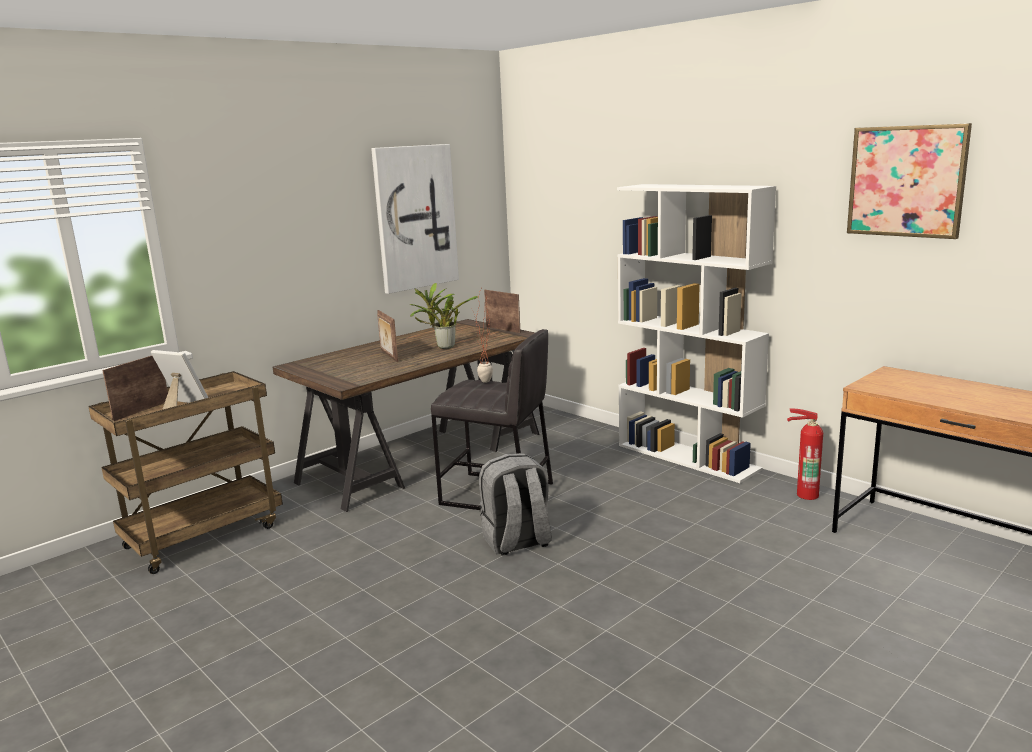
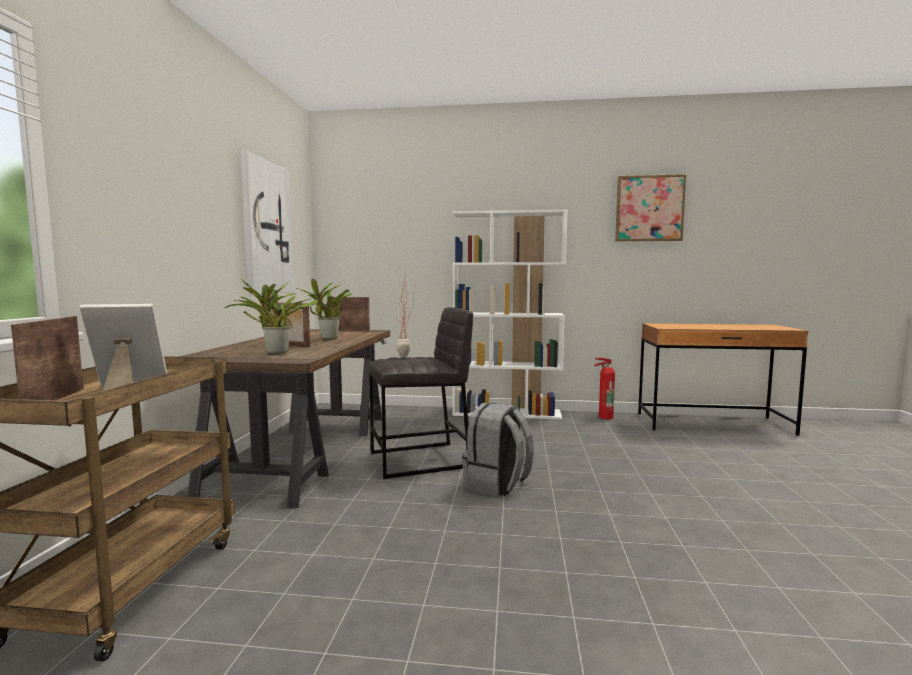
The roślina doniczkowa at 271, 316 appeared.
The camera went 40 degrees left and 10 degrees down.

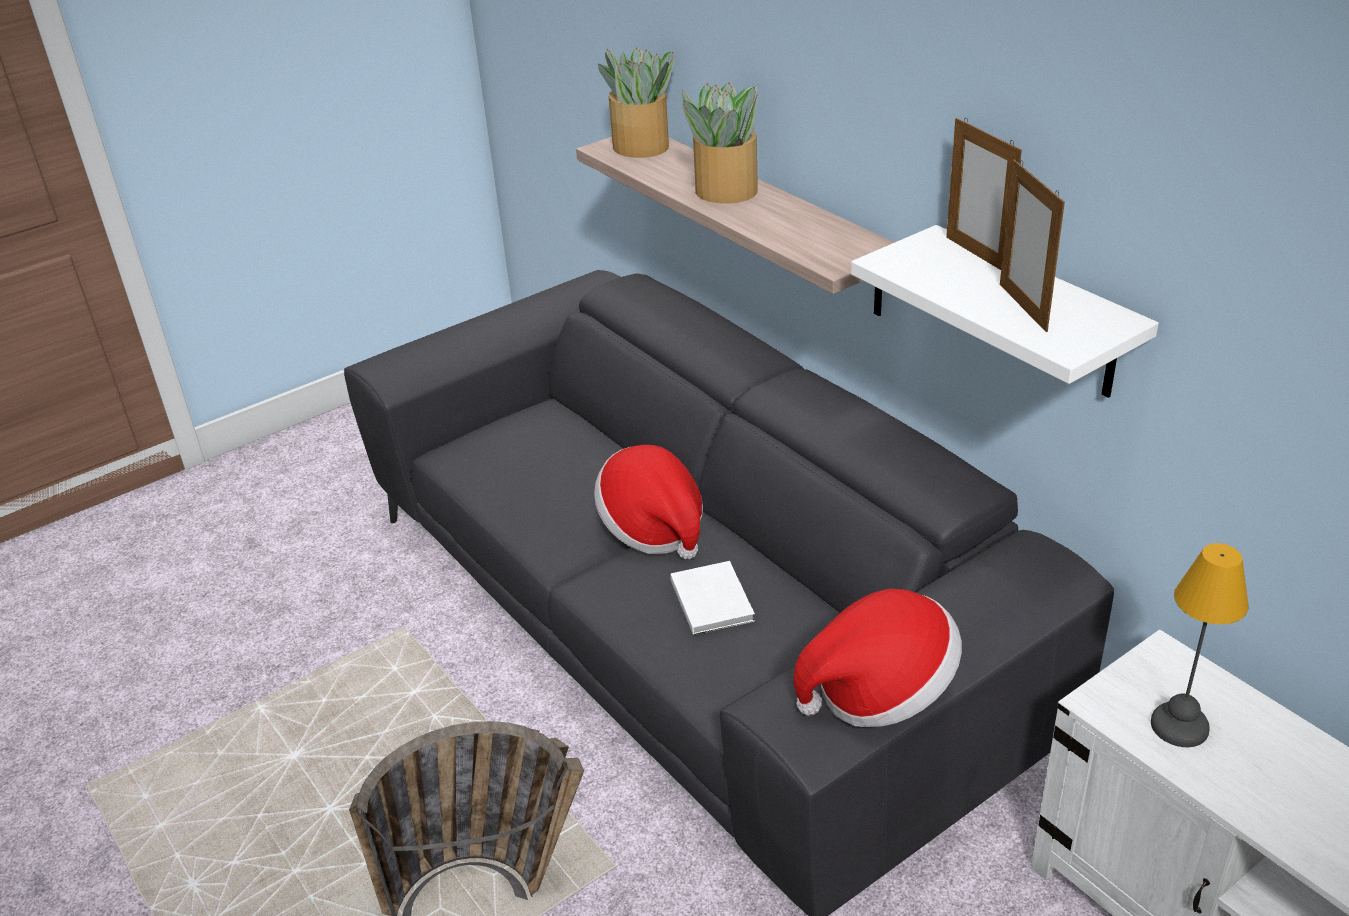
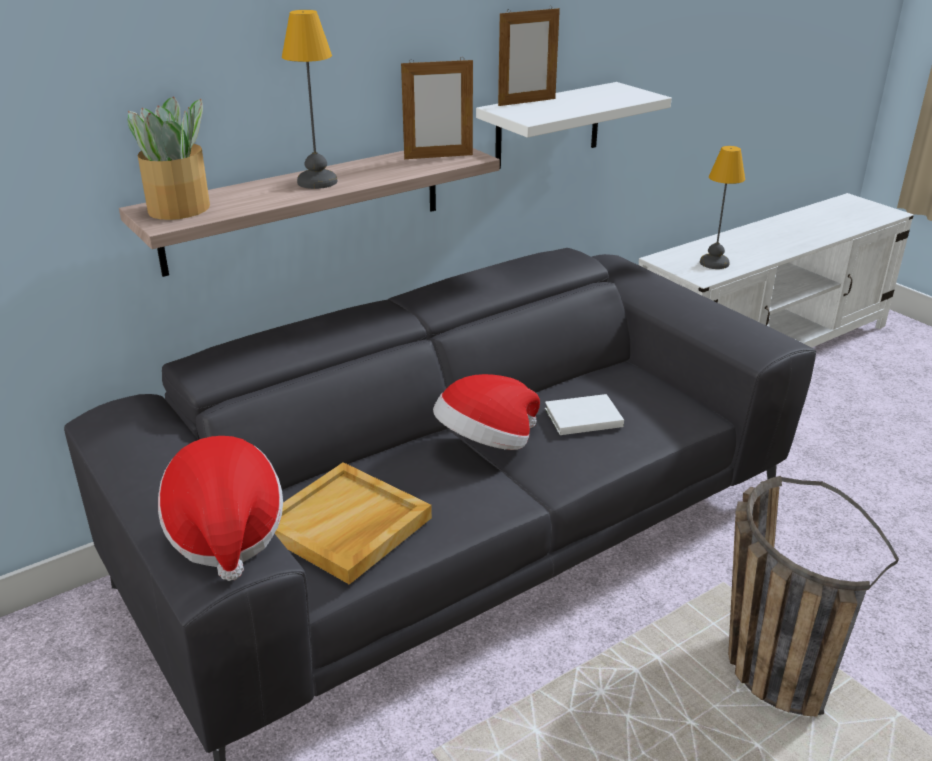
The taca [beżowy] at 353, 523 appeared.
The kapelusz moved from 878, 658 to 220, 508.
The ramka na zdjęcie moved from 1032, 246 to 437, 108.
The roślina doniczkowa at 720, 143 was replaced by the lampa stołowa at 309, 99.
The camera went 90 degrees left and 5 degrees down.

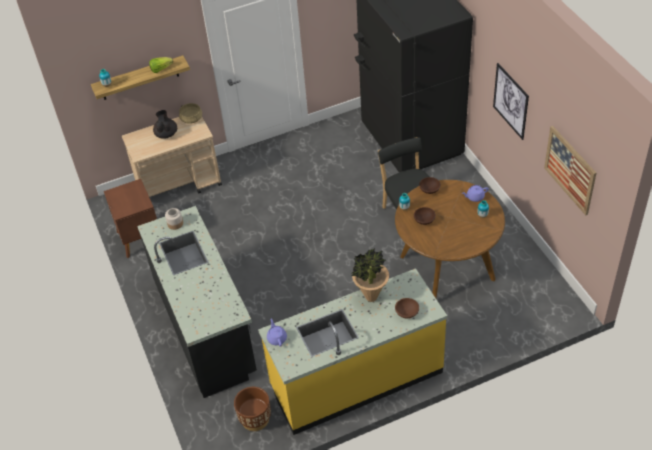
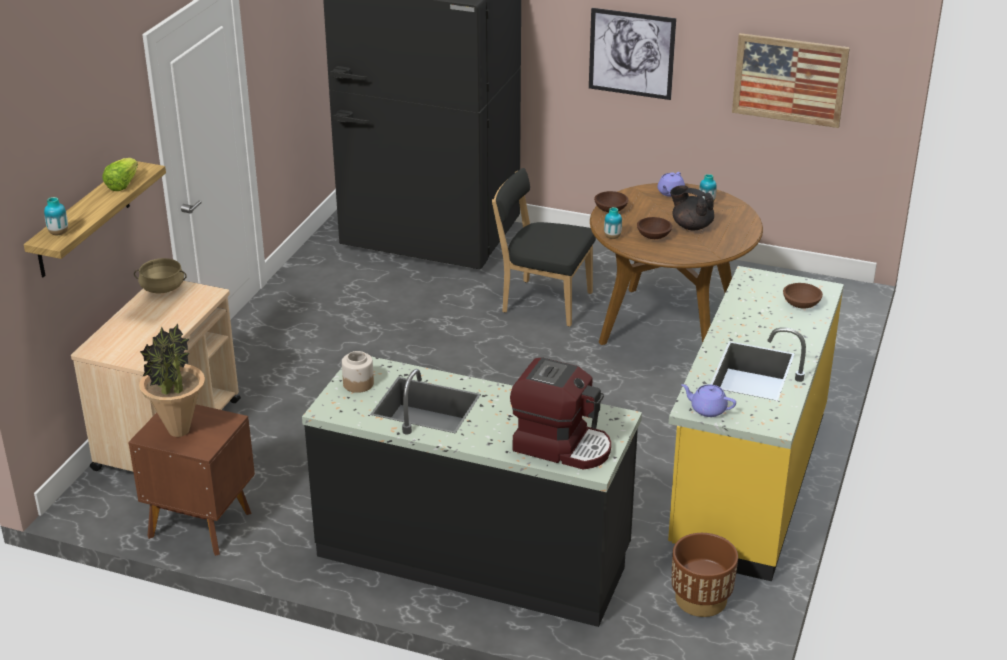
The ekspres do kawy at 560, 413 appeared.
The imbryk [czarny] moved from 165, 124 to 692, 207.
The roślina doniczkowa moved from 370, 275 to 172, 380.
The camera went 50 degrees left and 15 degrees down.

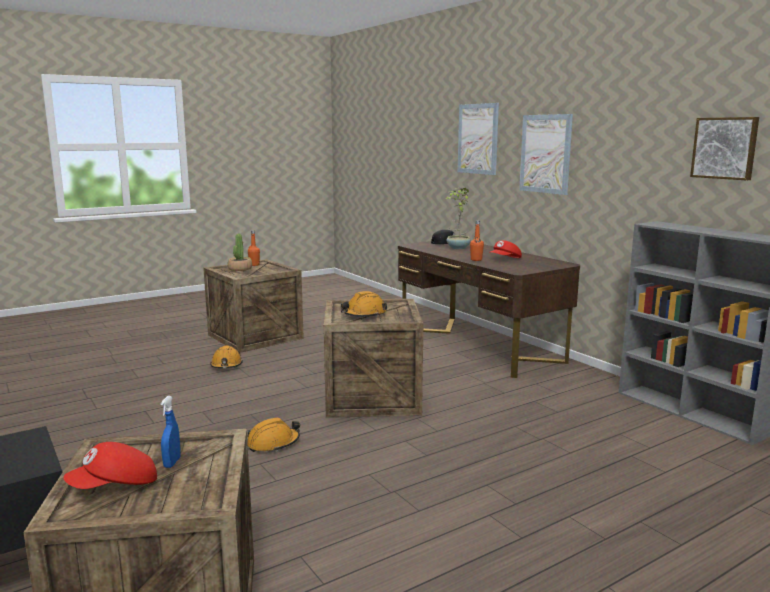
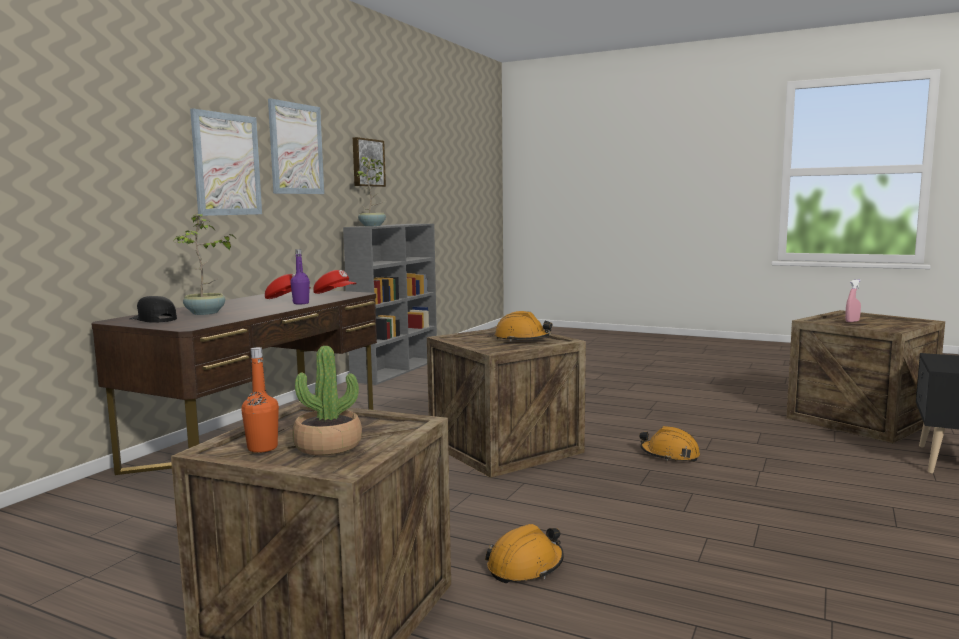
The roślina doniczkowa at 370, 191 appeared.
The czapka z daszkiem [czerwony] moved from 110, 465 to 335, 282.
The obraz moved from 478, 139 to 296, 146.
The spryskiwacz [niebieski] at 171, 432 became the spryskiwacz [różowy] at 853, 300.
The butelka [pomarańczowy] at 477, 240 became the butelka [fioletowy] at 300, 276.
The camera went 120 degrees left and 5 degrees down.

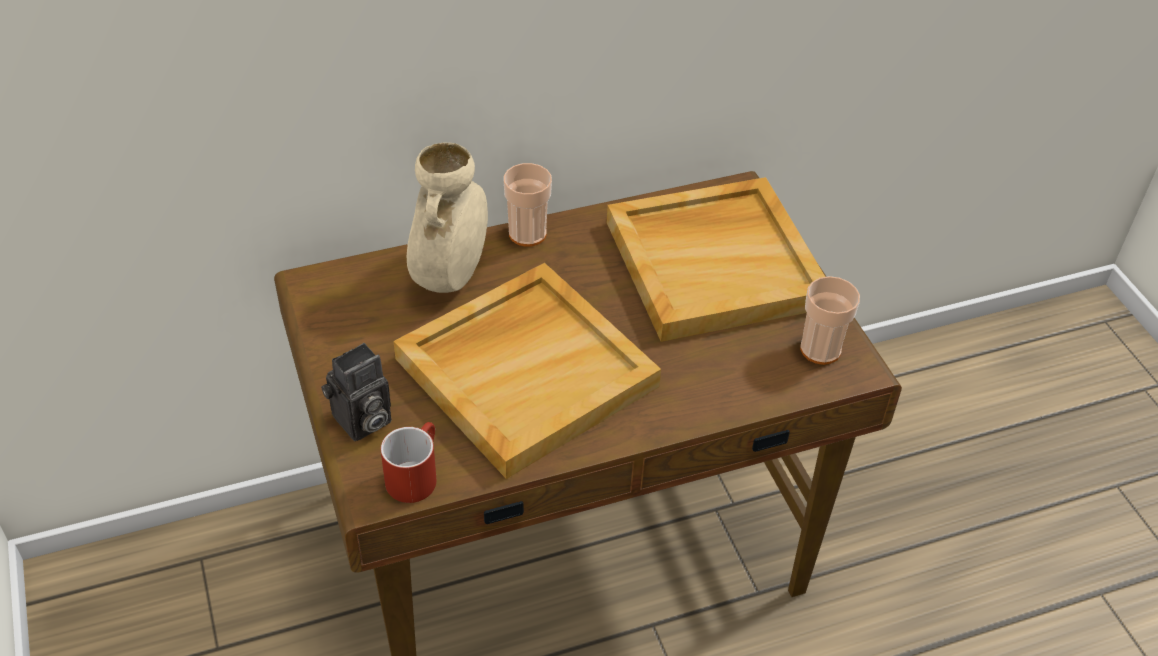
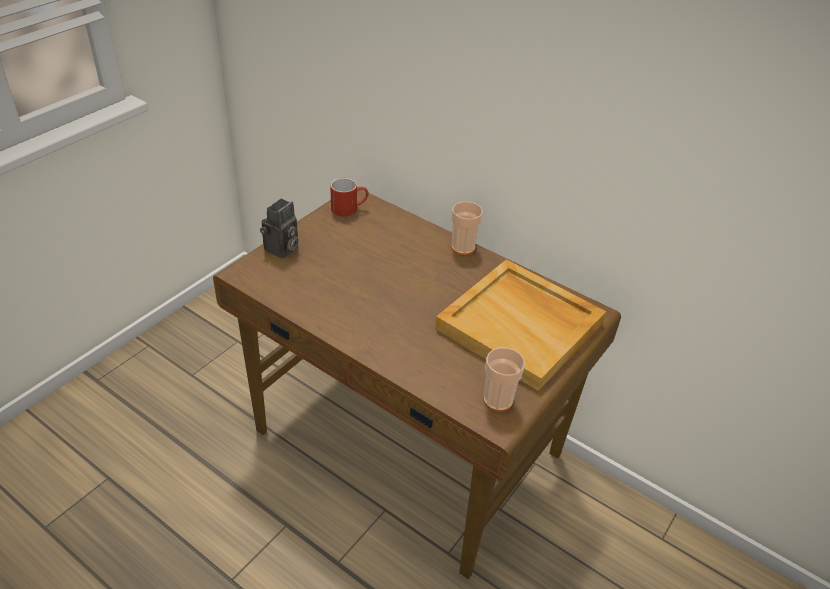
The taca [beżowy] at 527, 371 disappeared.
The wazon [beżowy] at 447, 217 disappeared.
The kubek [czerwony] moved from 409, 462 to 349, 197.
The aparat fotograficzny at 356, 392 turned 75 degrees counterclockwise.
The camera went 55 degrees right and 5 degrees down.

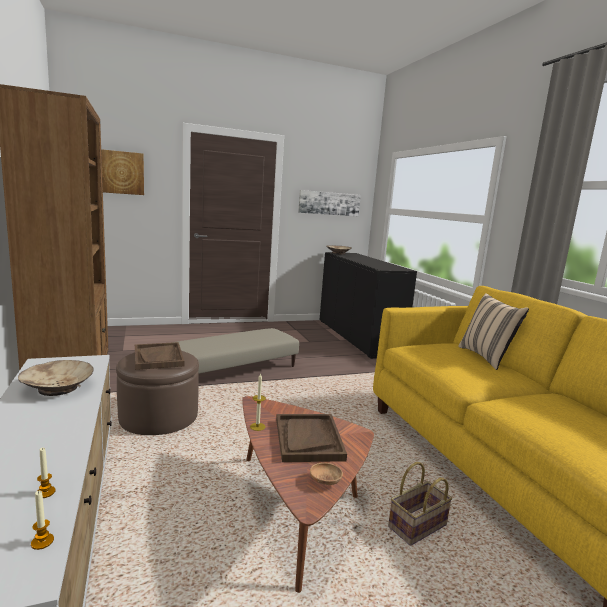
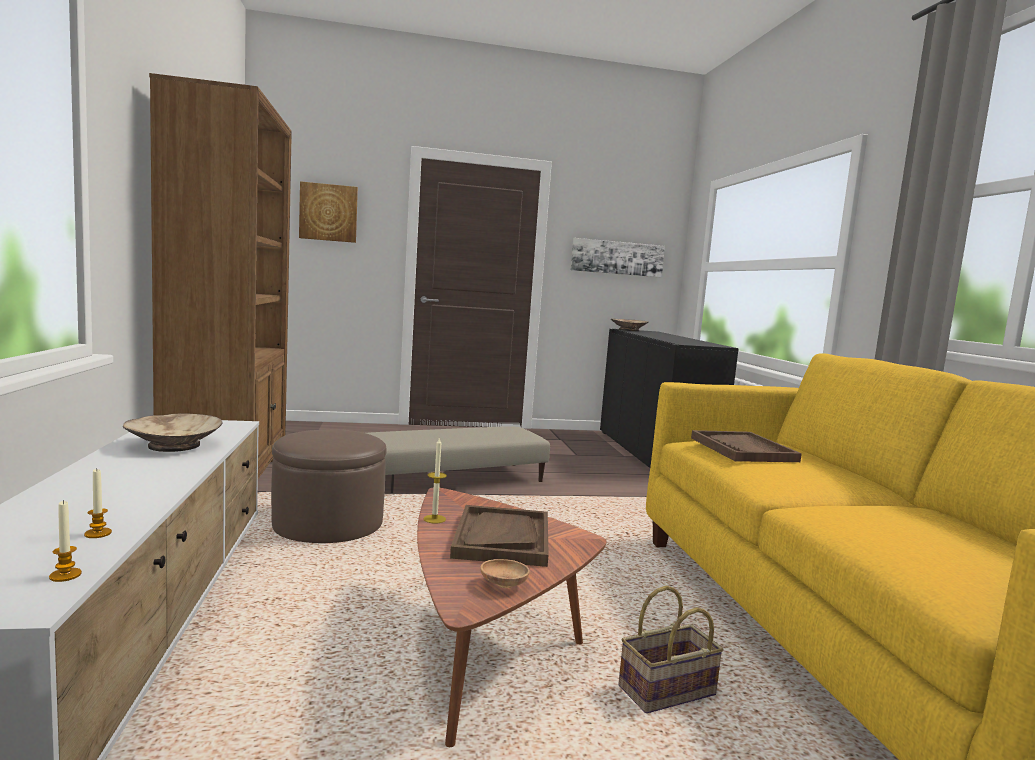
The poduszka [beżowy] at 493, 331 disappeared.
The taca [brązowy] moved from 159, 356 to 746, 446.
The camera went 10 degrees right and 5 degrees down.

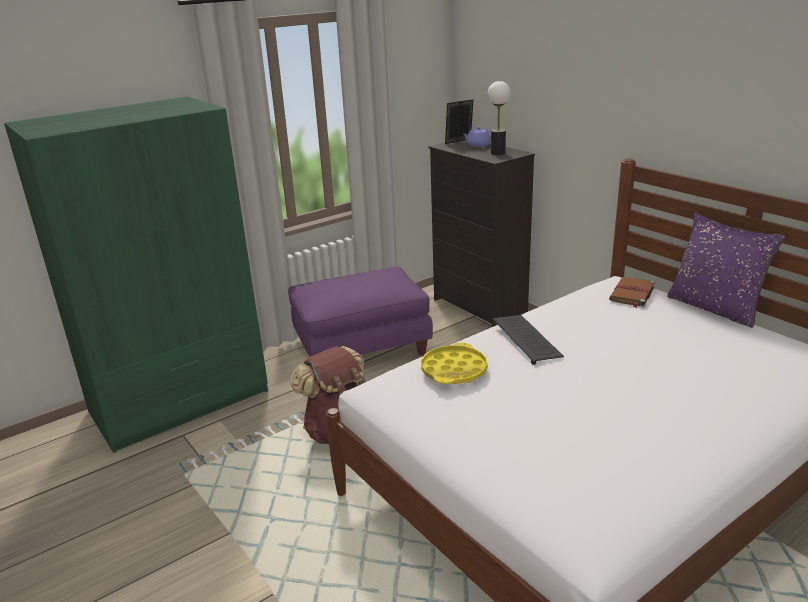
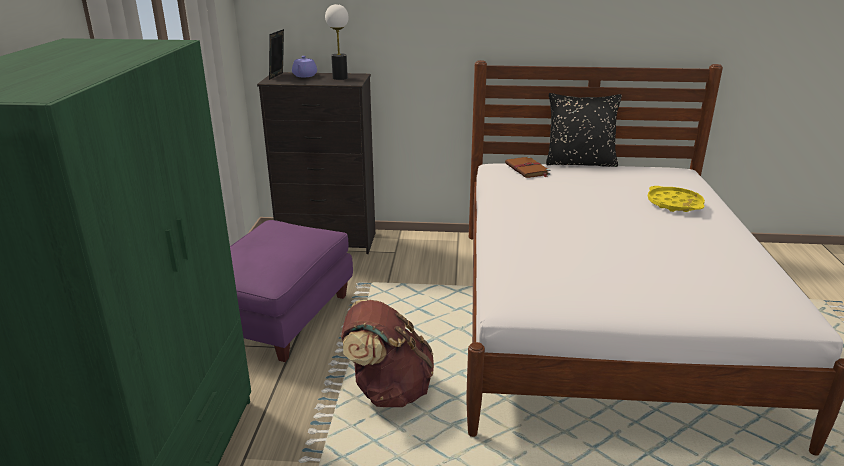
The klawiatura at 528, 340 disappeared.
The taca [żółty] moved from 454, 363 to 676, 199.
The poduszka [fioletowy] at 726, 270 became the poduszka [czarny] at 584, 130.
The camera went 50 degrees left and 0 degrees up.

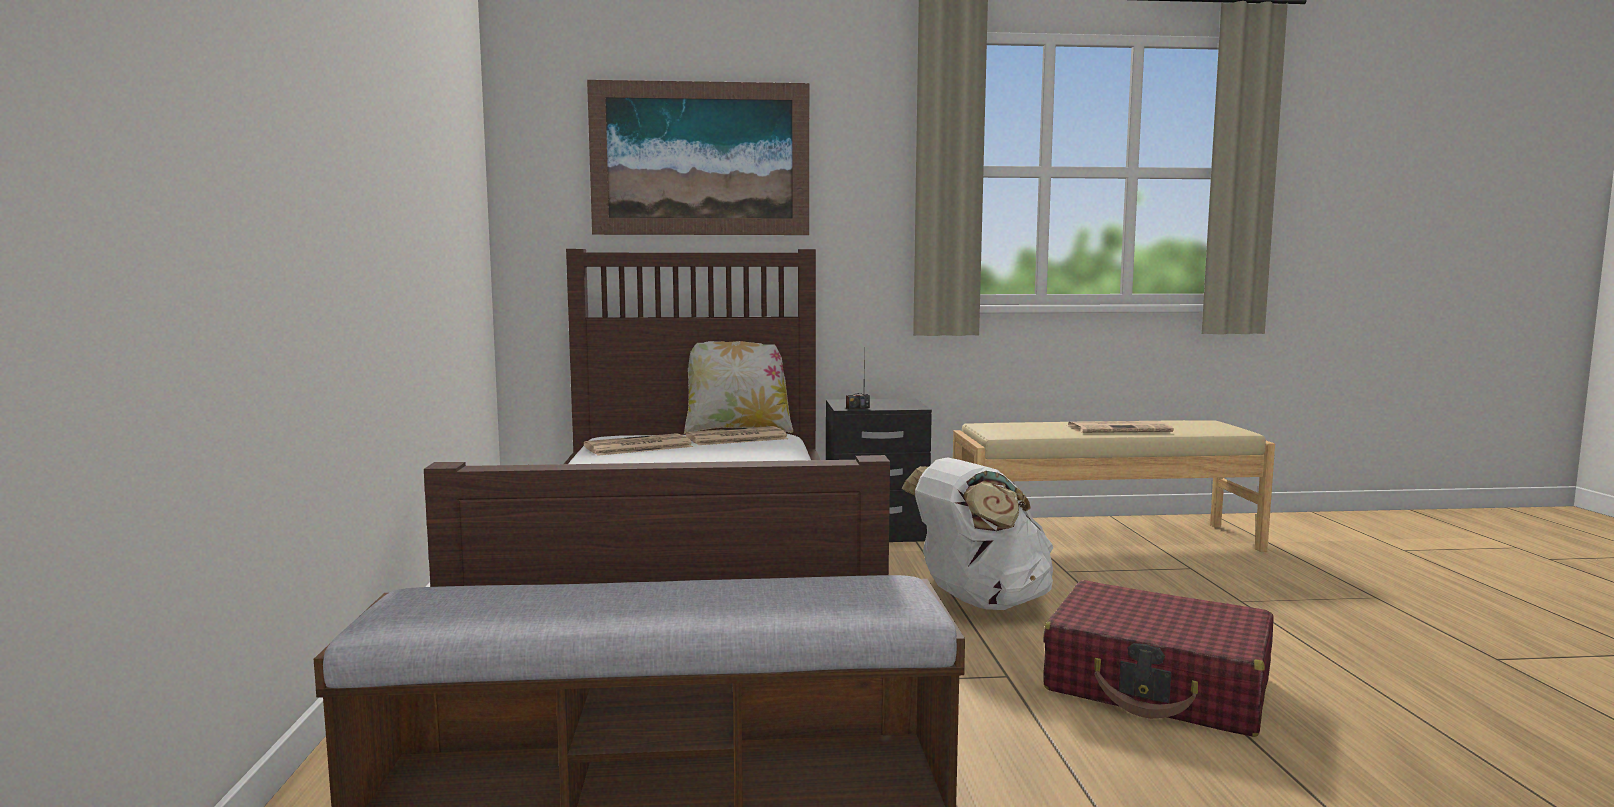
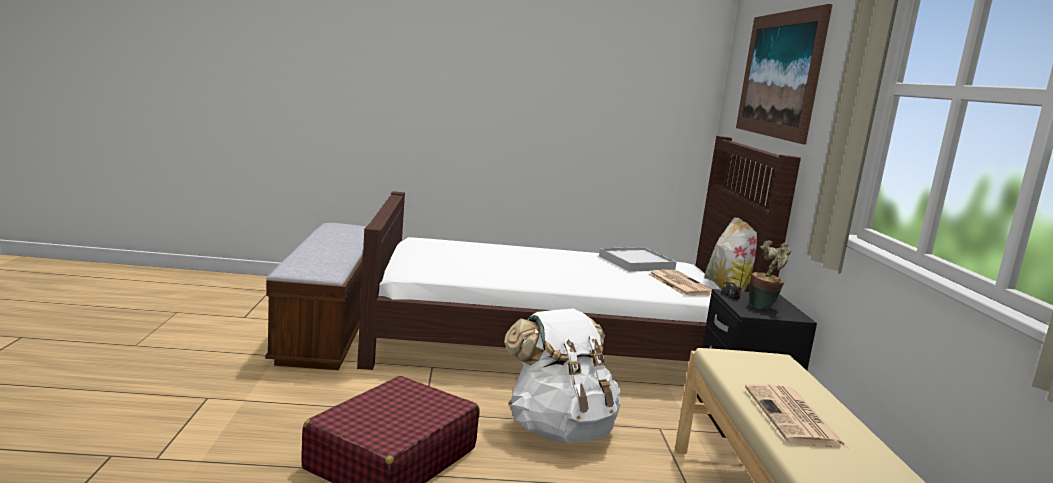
The roślina doniczkowa at 770, 274 appeared.
The gazeta at 638, 444 was replaced by the taca [biały] at 638, 259.
The camera went 90 degrees right and 5 degrees up.

